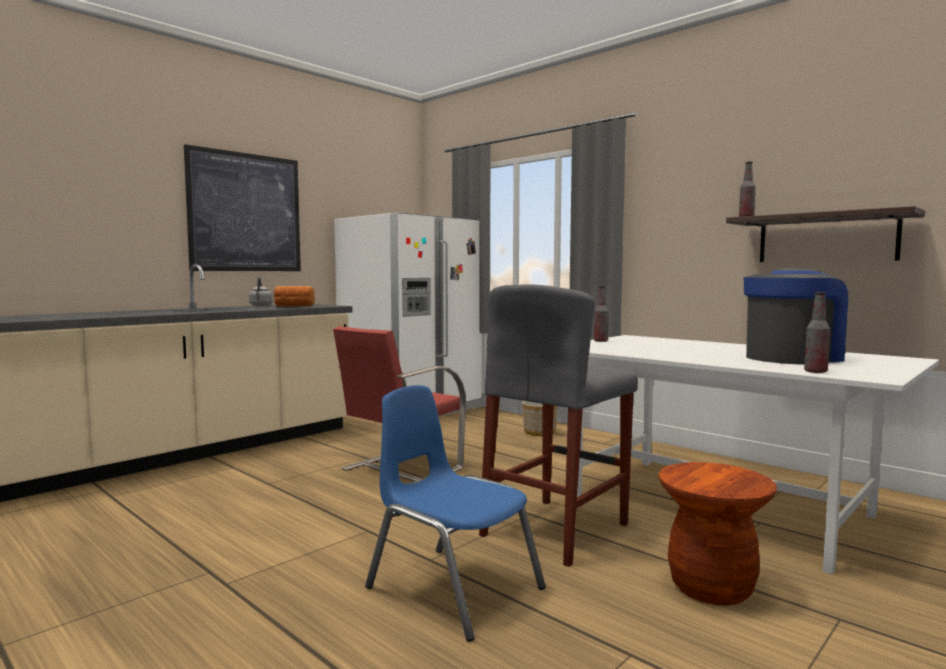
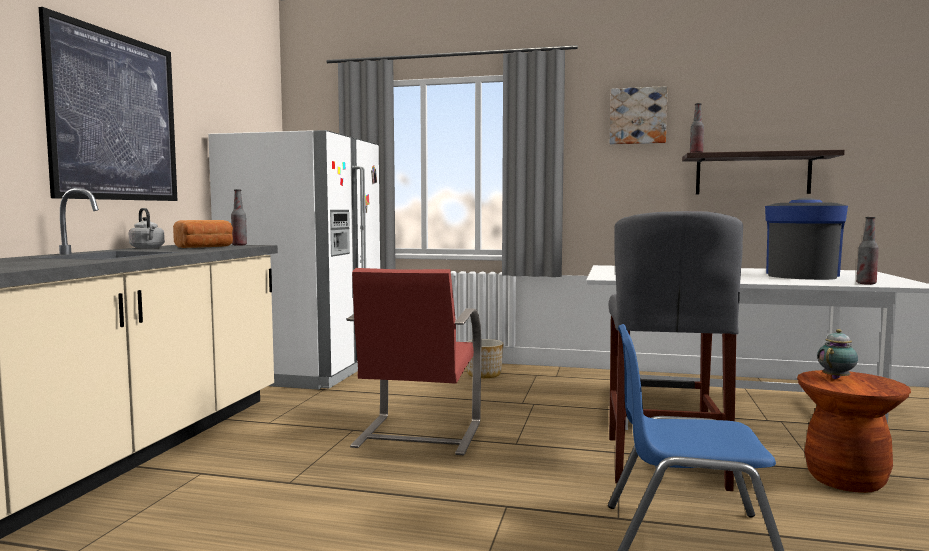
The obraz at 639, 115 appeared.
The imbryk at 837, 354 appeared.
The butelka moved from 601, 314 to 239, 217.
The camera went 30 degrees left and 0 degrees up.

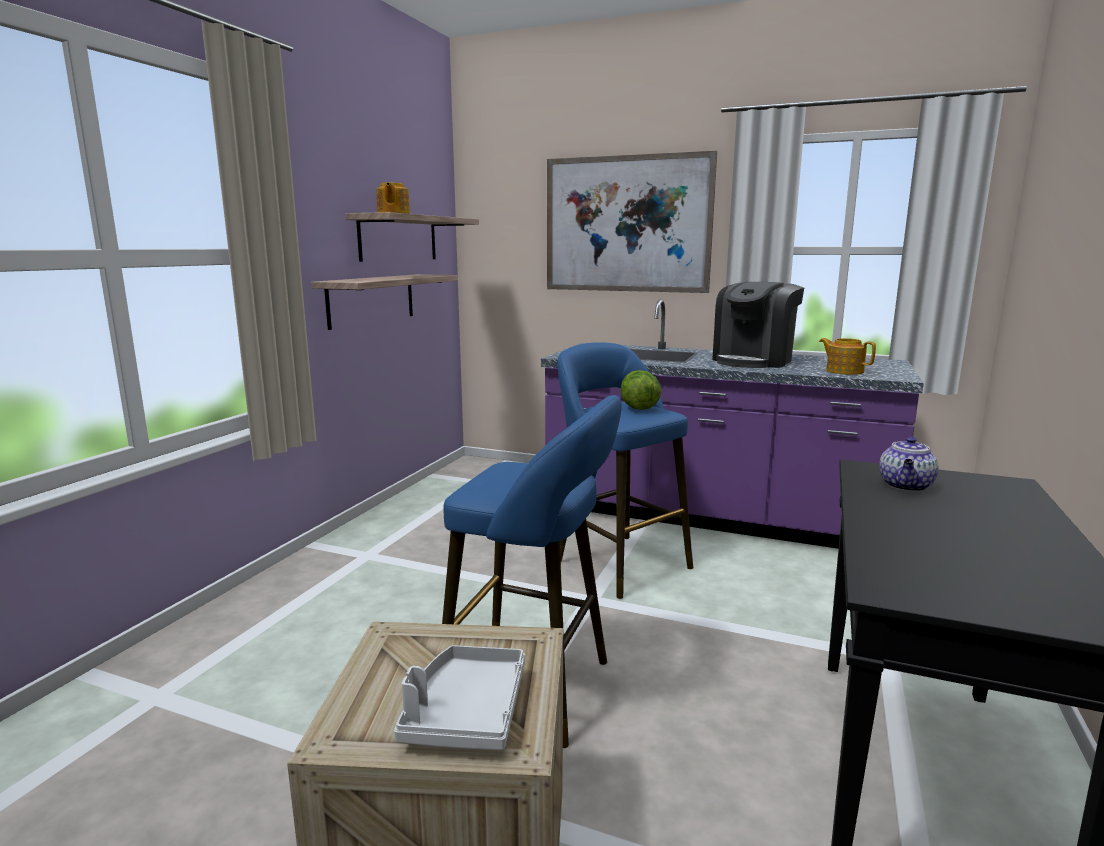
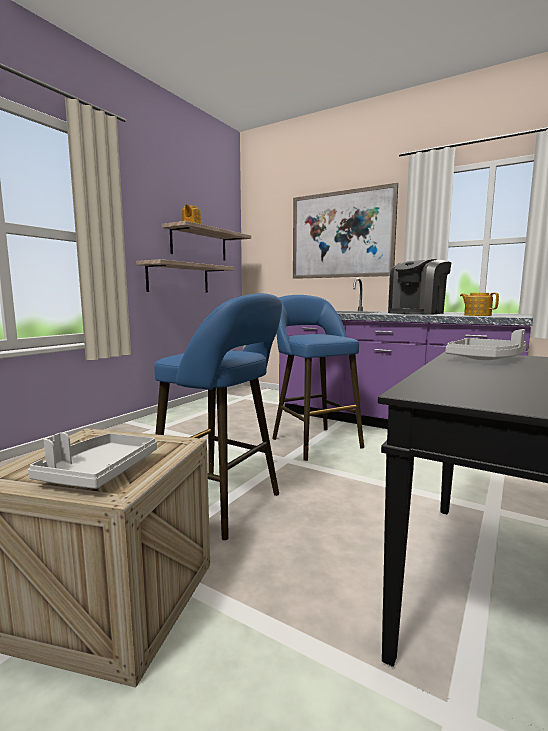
The sałata at 640, 390 disappeared.
The imbryk at 909, 464 was replaced by the taca [szary] at 486, 344.
The camera went 10 degrees right and 5 degrees down.

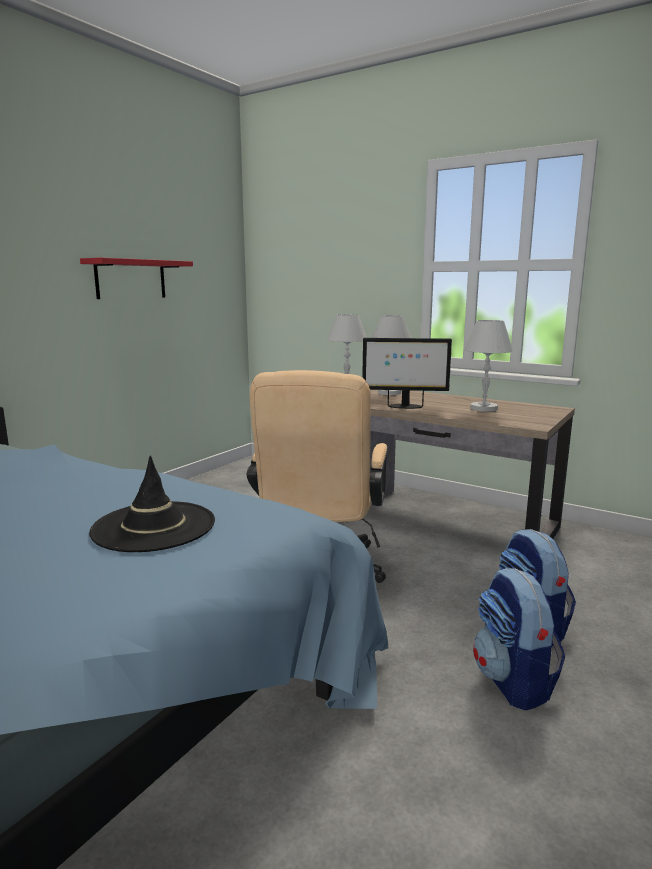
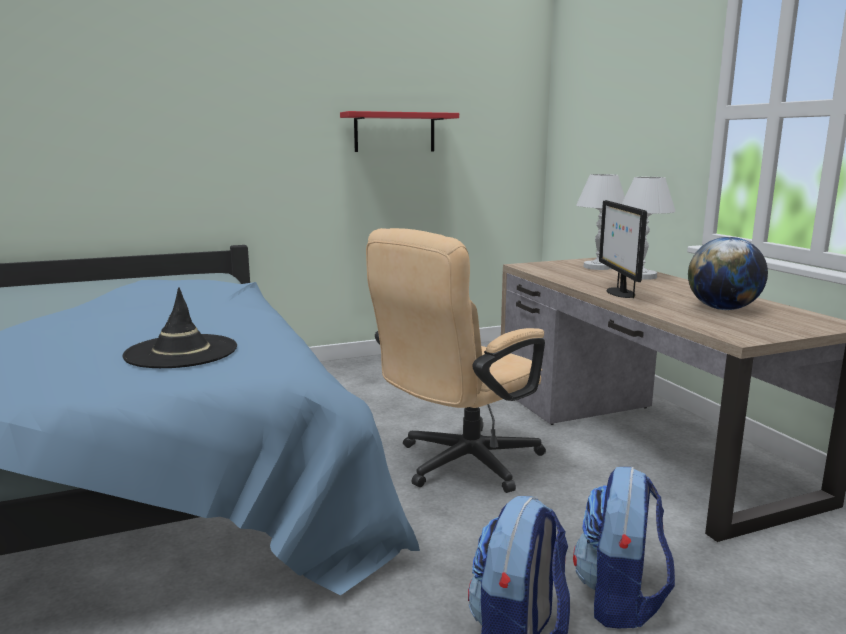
The lampa stołowa [biały] at 488, 366 was replaced by the globus at 728, 273.
The monitor at 407, 373 turned 45 degrees clockwise.
The camera went 35 degrees right and 0 degrees up.

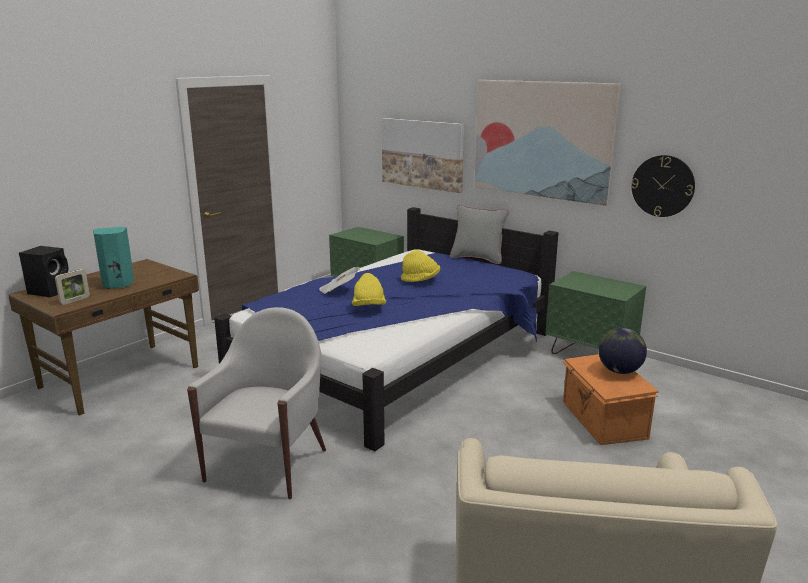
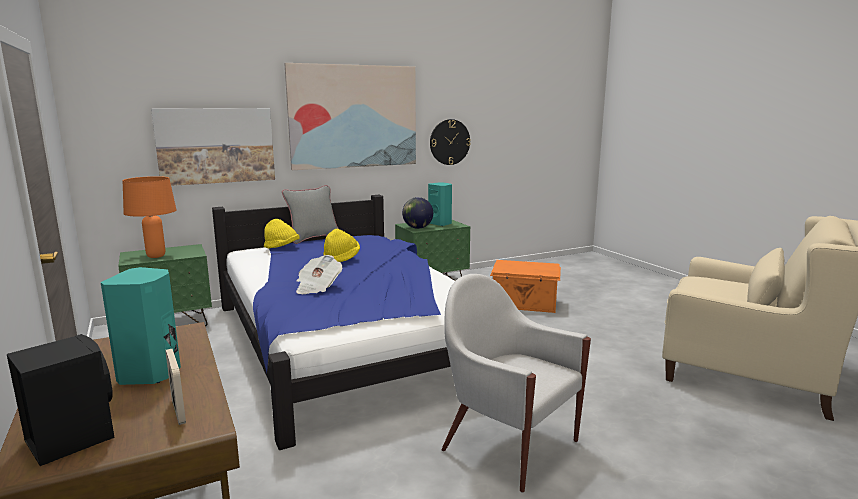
The lampa stołowa [pomarańczowy] at 149, 217 appeared.
The głośnik [turkusowy] at 440, 204 appeared.
The kapelusz [żółty] moved from 369, 289 to 282, 233.
The globus moved from 622, 351 to 417, 213.
The camera went 65 degrees left and 5 degrees down.

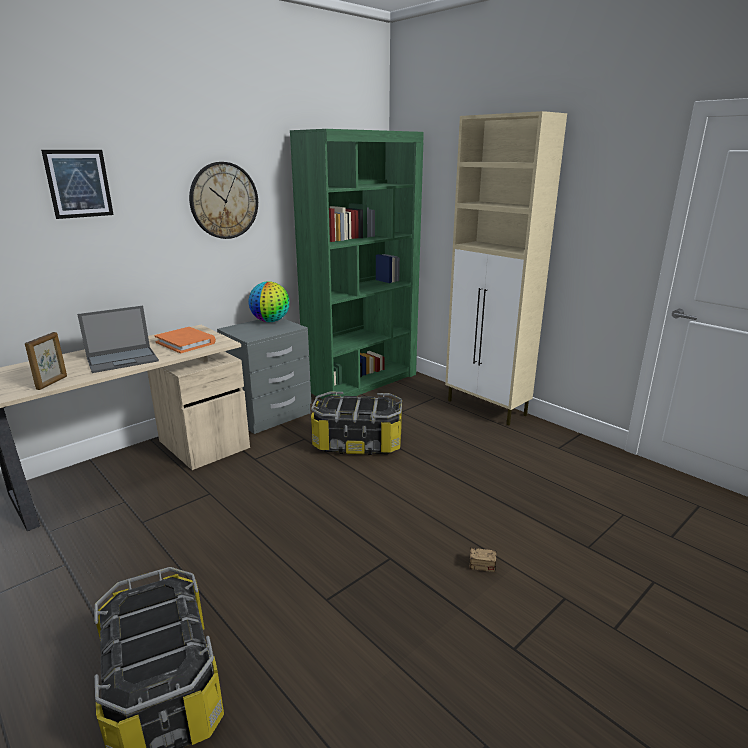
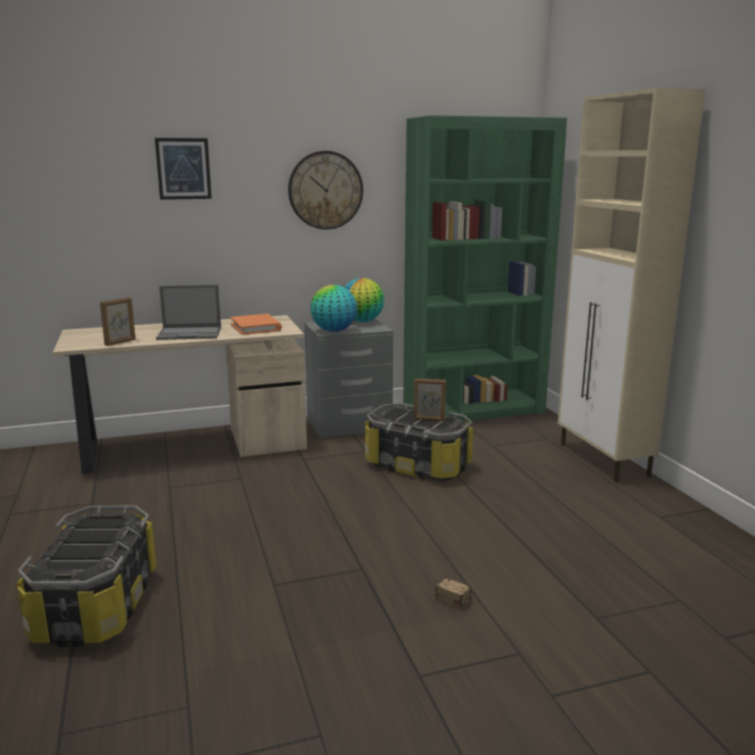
The globus at 333, 308 appeared.
The ramka na zdjęcie at 429, 399 appeared.
The camera went 25 degrees right and 5 degrees down.

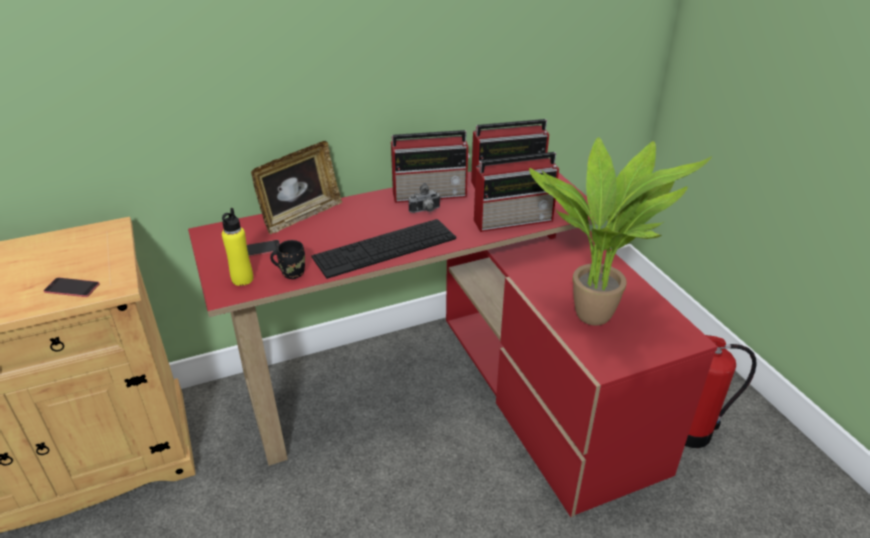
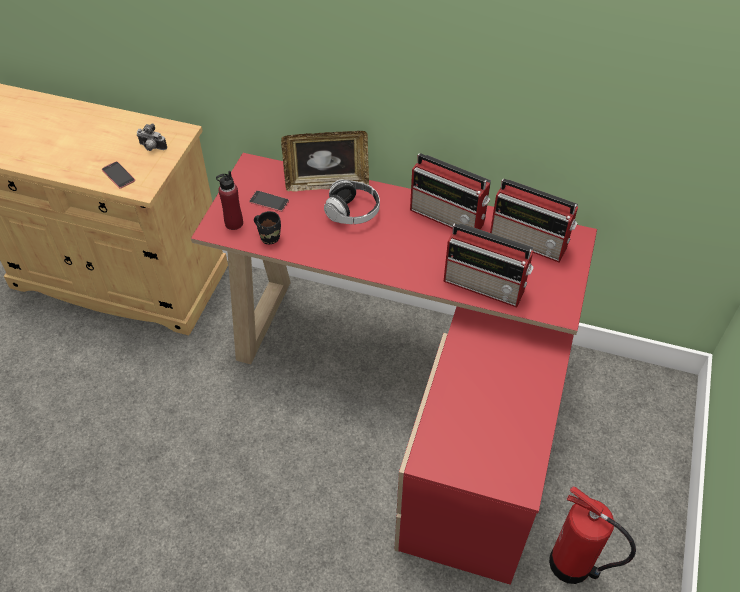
The klawiatura at 384, 249 disappeared.
The roślina doniczkowa at 620, 231 disappeared.
The słuchawki at 352, 202 appeared.
The aparat fotograficzny moved from 425, 198 to 151, 137.
The butelka [żółty] at 237, 247 became the butelka [czerwony] at 229, 200.
The camera went 40 degrees right and 15 degrees up.

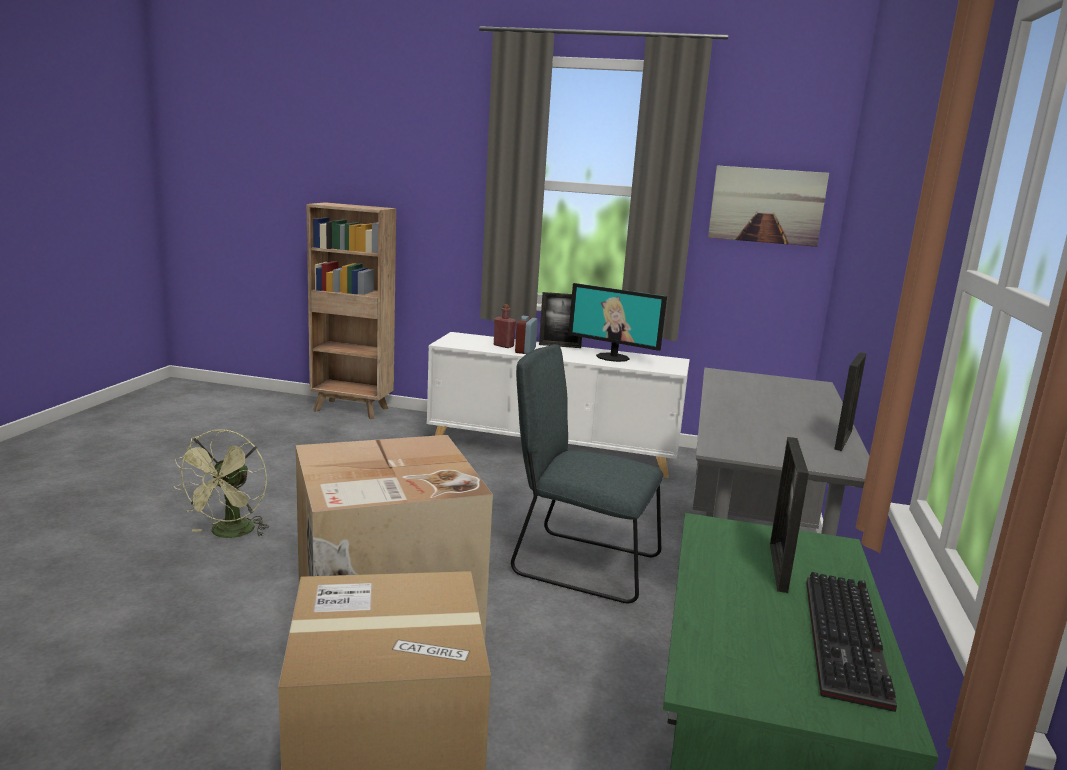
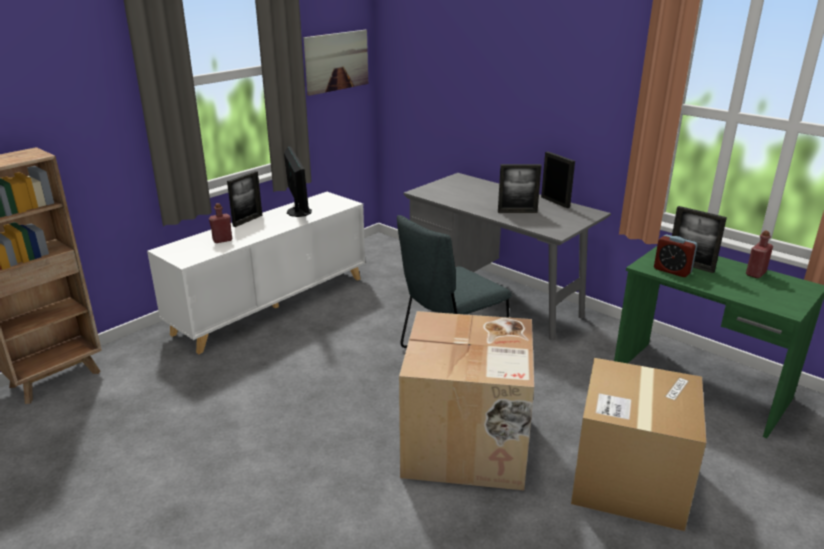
The wentylator [zielony] at 221, 483 disappeared.
The ramka na zdjęcie at 520, 188 appeared.
The budzik moved from 526, 335 to 675, 256.
The klawiatura at 851, 642 was replaced by the butelka [czerwony] at 759, 254.
The monitor at 617, 322 turned 75 degrees counterclockwise.
The camera went 60 degrees left and 10 degrees up.

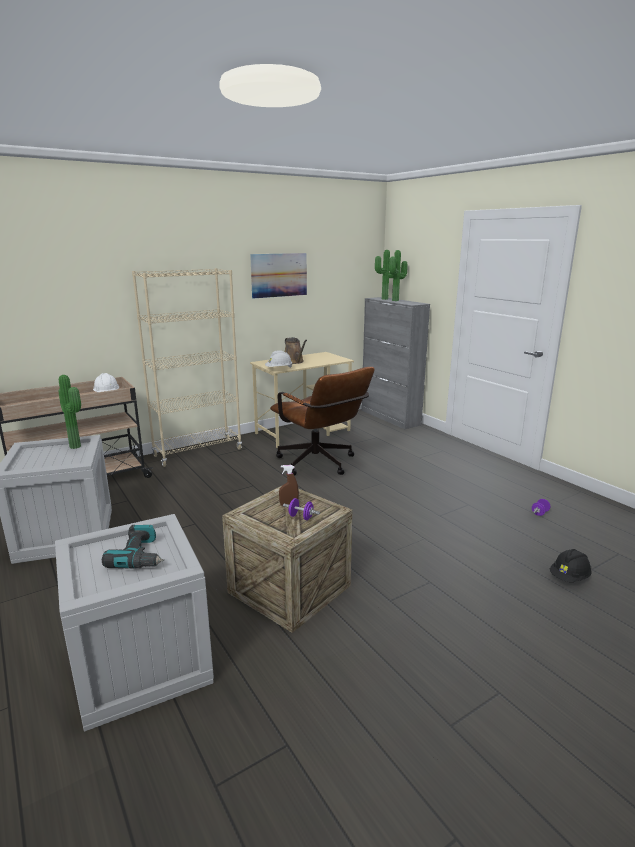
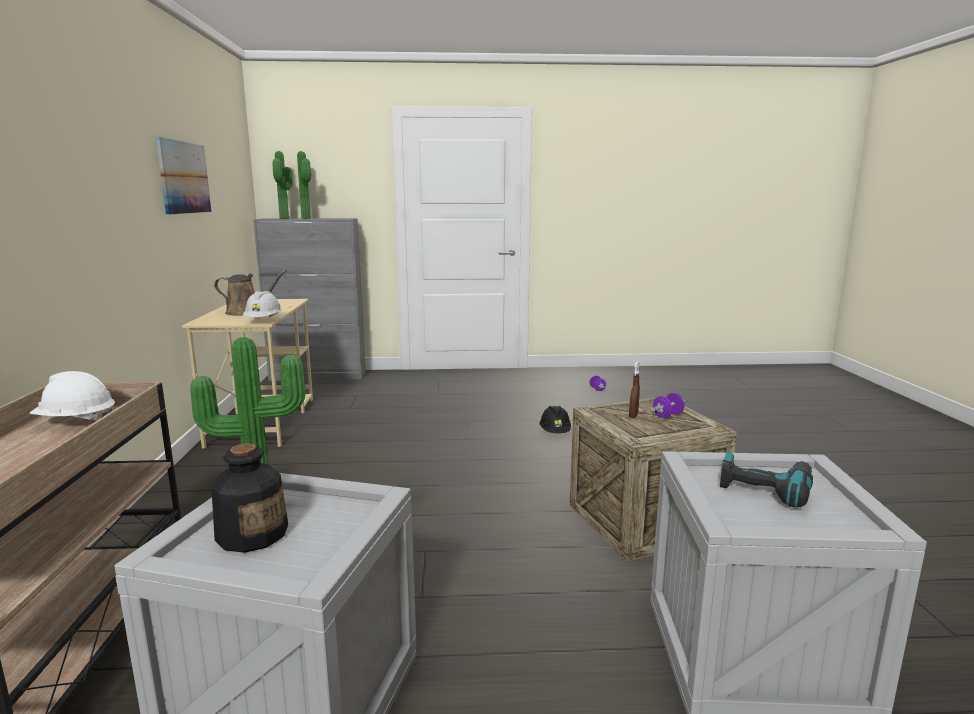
The regał [beżowy] at 187, 367 disappeared.
The krzesło biurowe [brązowy] at 322, 421 disappeared.
The butelka at 249, 498 appeared.
The kask [czarny] moved from 570, 565 to 555, 419.
The camera went 60 degrees left and 5 degrees down.

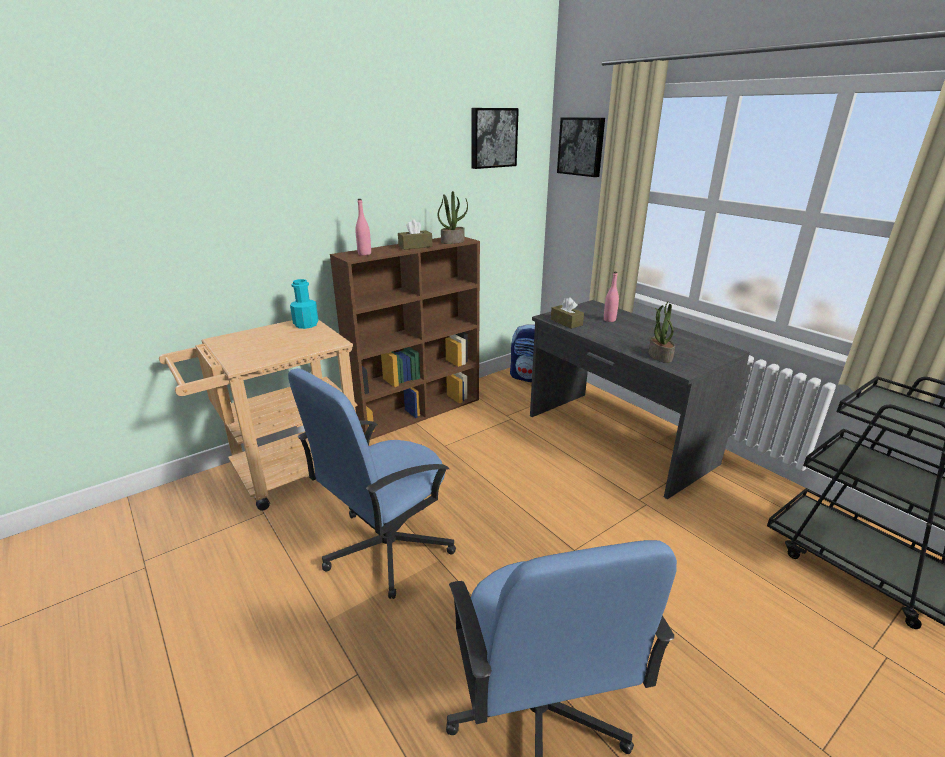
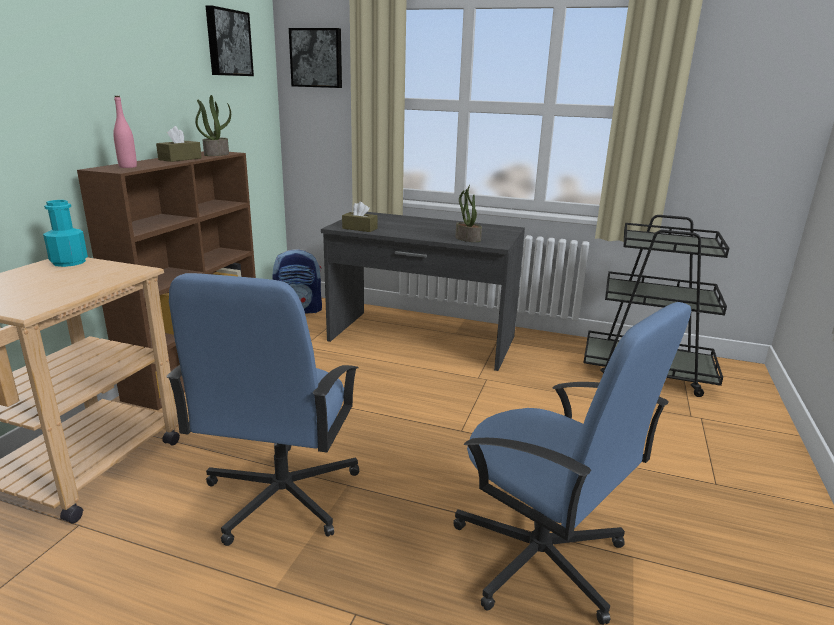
The butelka [różowy] at 611, 297 disappeared.
The camera went 35 degrees left and 5 degrees down.

